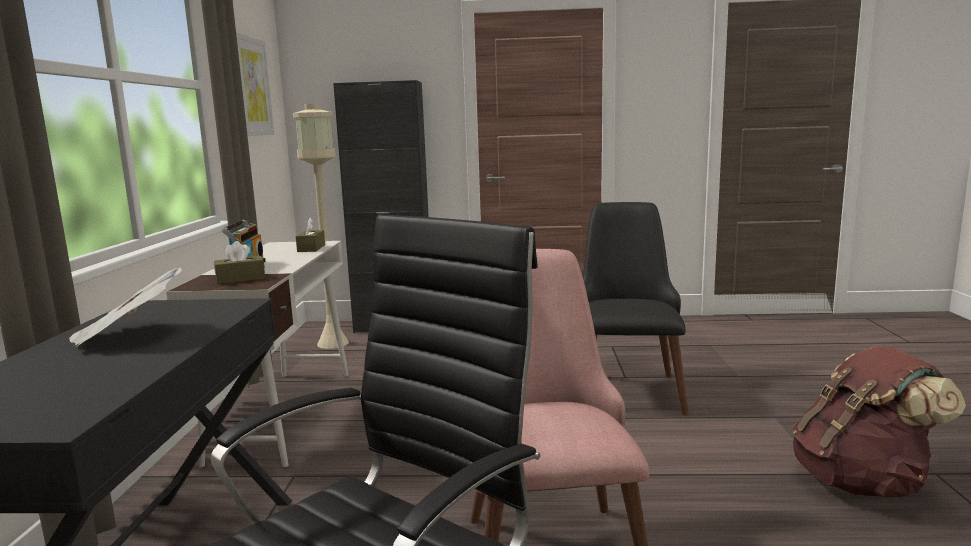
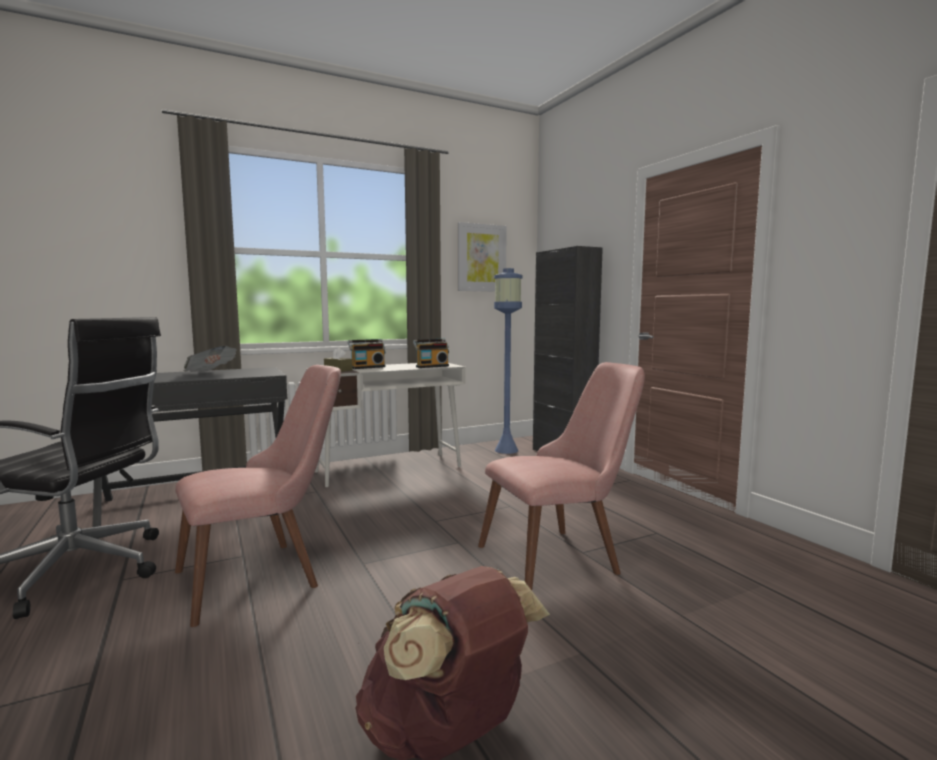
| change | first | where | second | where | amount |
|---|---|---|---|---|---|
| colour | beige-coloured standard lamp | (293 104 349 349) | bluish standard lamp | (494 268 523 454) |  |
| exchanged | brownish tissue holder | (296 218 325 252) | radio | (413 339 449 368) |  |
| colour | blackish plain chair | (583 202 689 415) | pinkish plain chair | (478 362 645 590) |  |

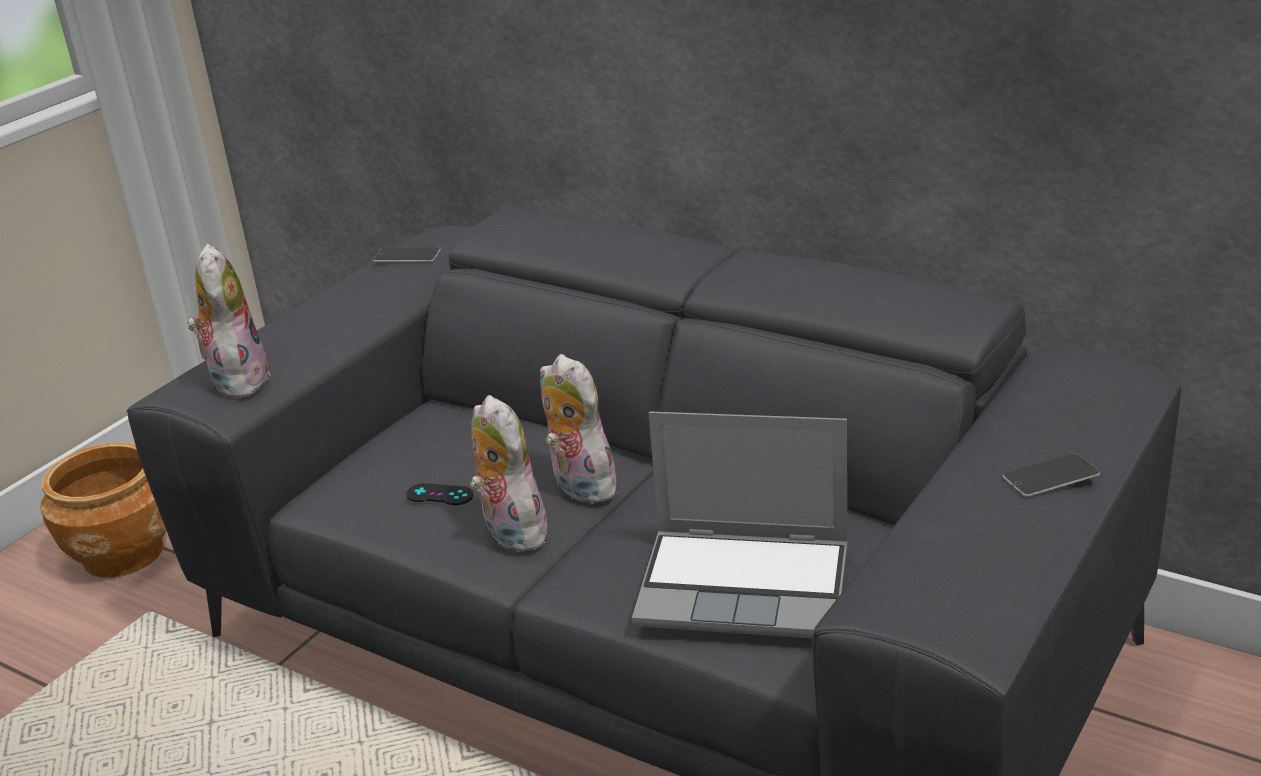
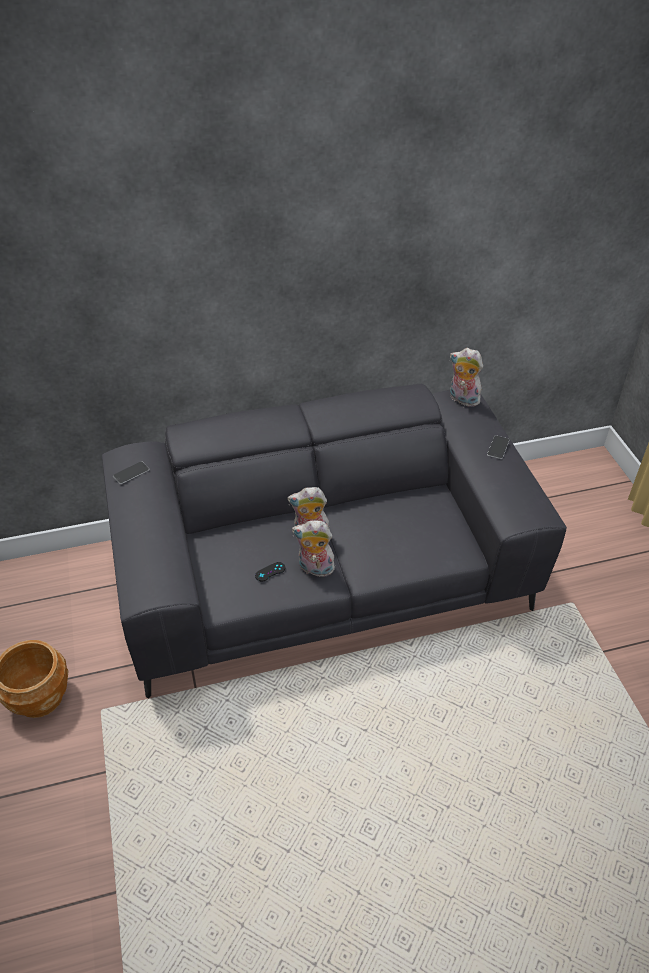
| change | first | where | second | where | amount |
|---|---|---|---|---|---|
| relocated | cuddly toy | (187 244 271 398) |  | (450 348 483 407) |  |
| missing | laptop | (632 411 848 639) |  |  |  |

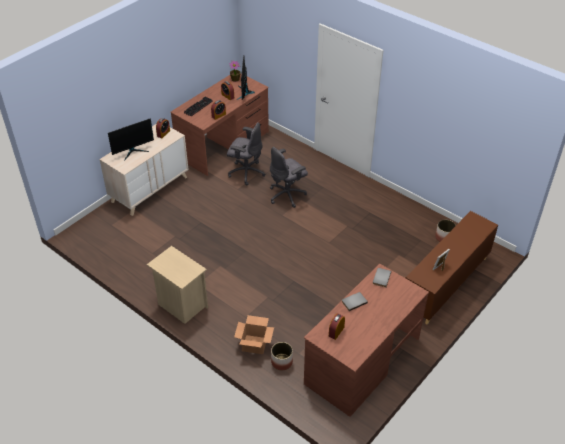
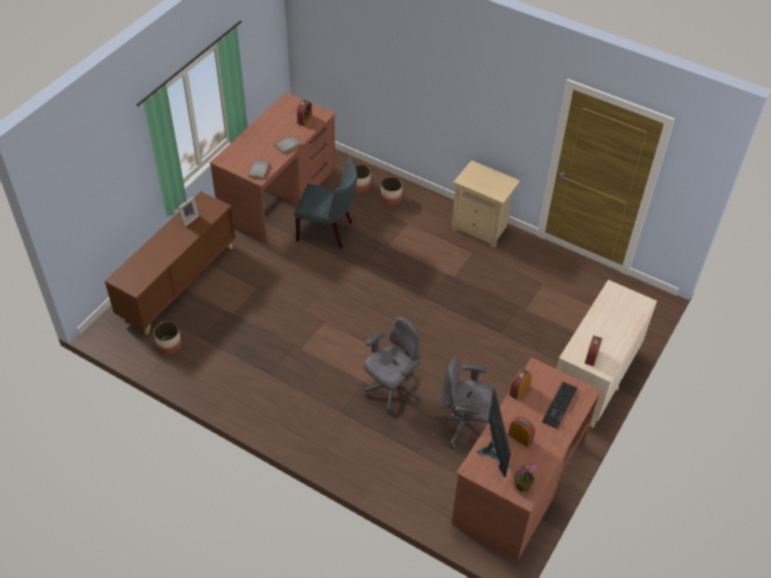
| change | first | where | second | where | amount |
|---|---|---|---|---|---|
| missing | computer screen | (108 118 154 160) |  |  |  |
| exchanged | carton | (234 315 274 354) | flower pot | (380 177 403 205) |  |
| appeared |  |  | grey plain chair | (294 156 357 249) |  |

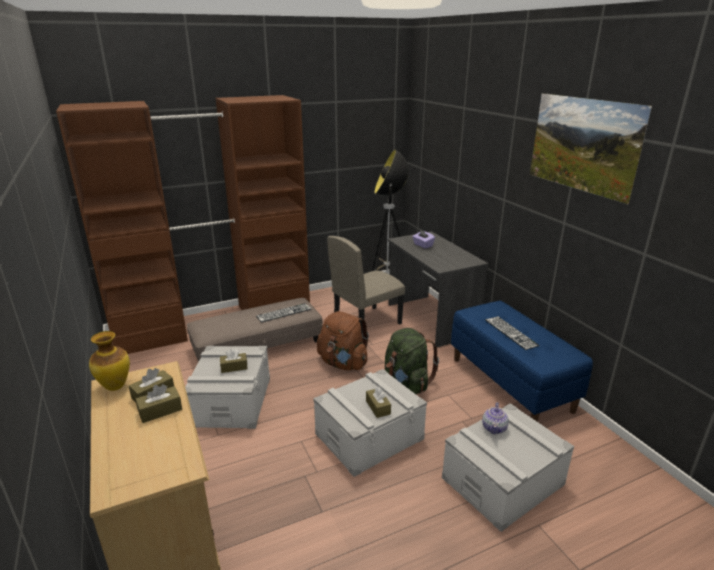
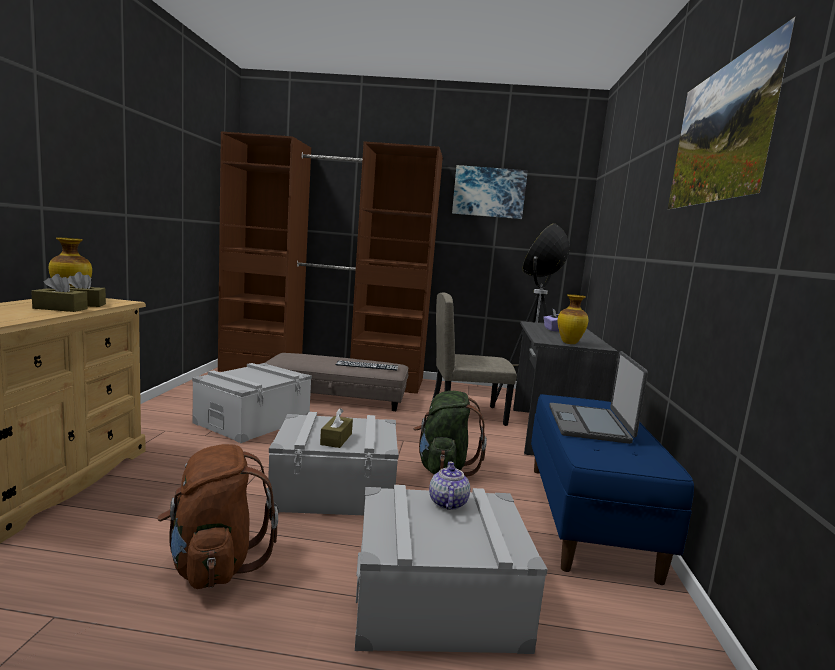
| change | first | where | second | where | amount |
|---|---|---|---|---|---|
| missing | brownish tissue holder | (220 348 248 373) |  |  |  |
| relocated | brownish backpack | (317 311 369 370) |  | (157 444 278 589) |  |
| spun | pot for tea | (482 402 509 434) |  | (429 461 470 510) | 135 degrees clockwise |
| exchanged | PC keyboard | (485 316 540 350) | laptop | (549 351 648 444) |  |
| appeared |  |  | wall picture | (452 165 528 219) |  |
| appeared |  |  | decorative vase | (558 294 588 344) |  |

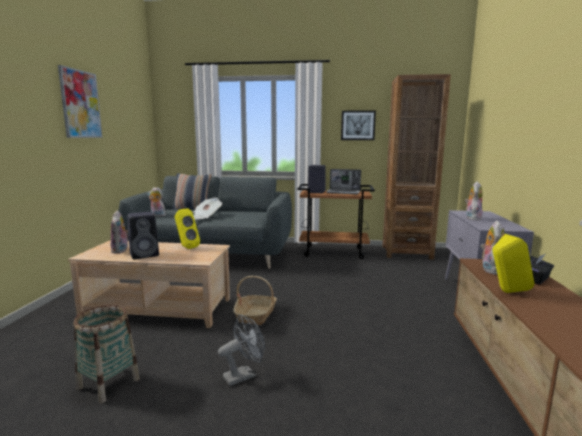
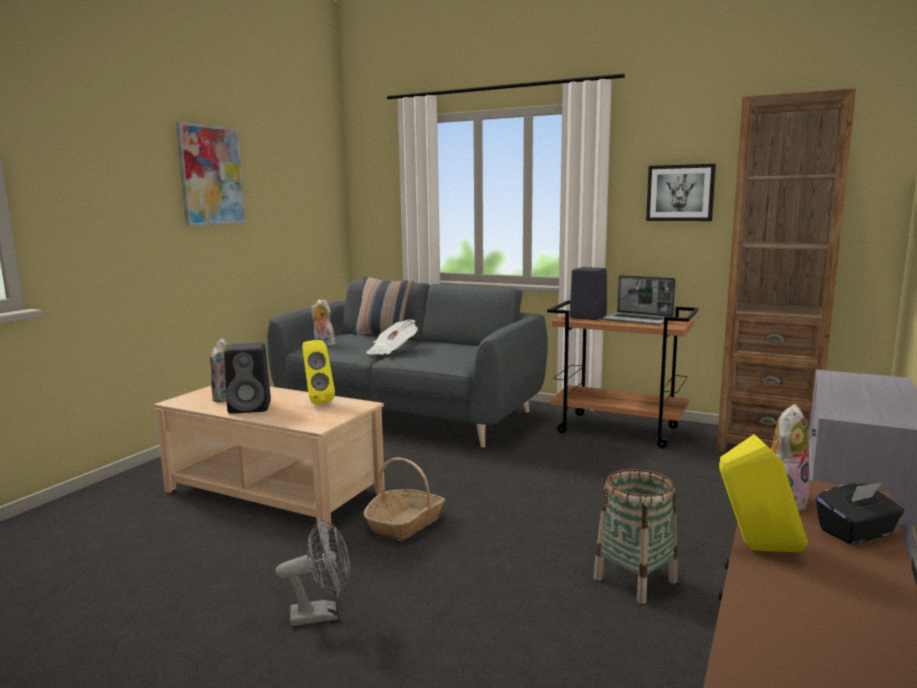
| change | first | where | second | where | amount |
|---|---|---|---|---|---|
| relocated | basket | (73 305 140 403) |  | (594 469 677 604) |  |
| missing | cuddly toy | (465 181 482 220) |  |  |  |

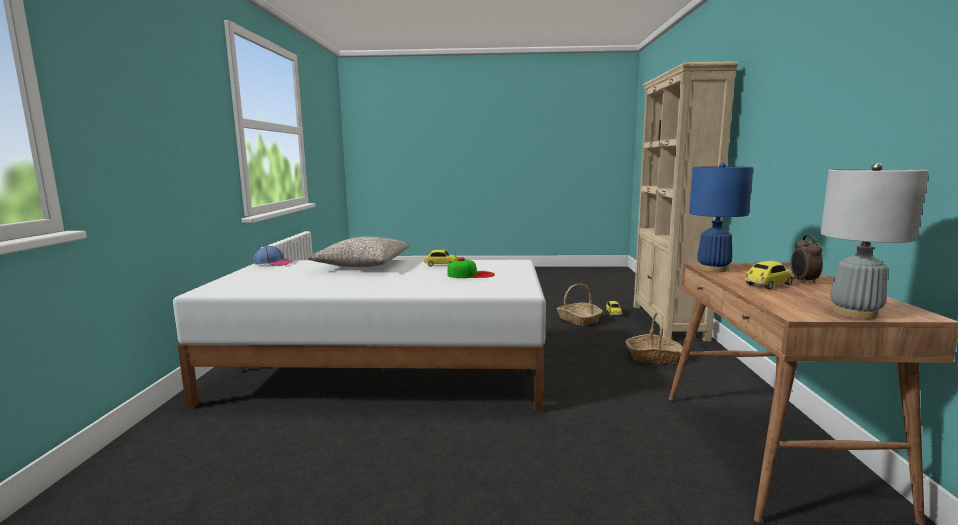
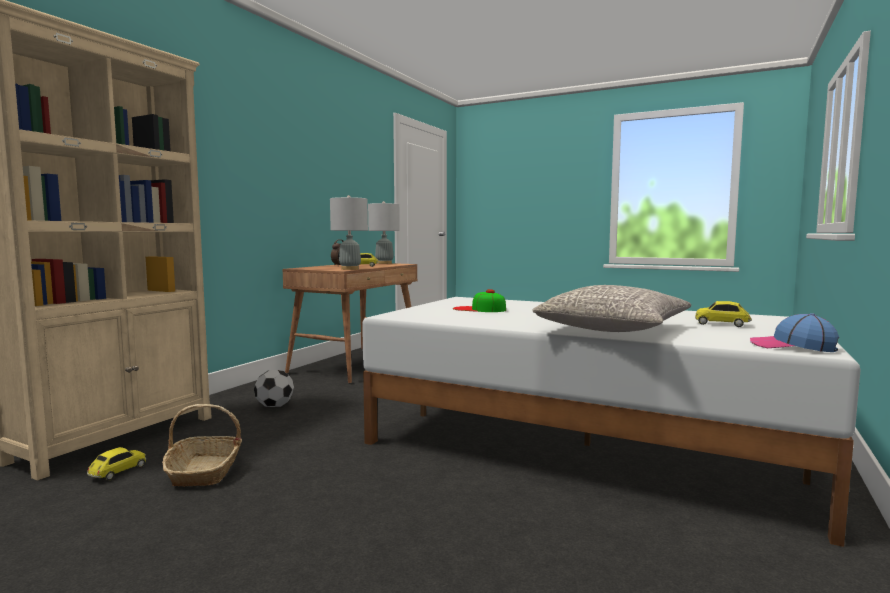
| change | first | where | second | where | amount |
|---|---|---|---|---|---|
| relocated | toy car | (424 250 457 267) |  | (695 301 752 327) |  |
| exchanged | basket | (625 312 683 364) | ball for football | (254 370 294 407) |  |
| colour | bluish table lamp | (689 162 754 272) | grey table lamp | (330 195 368 270) |  |

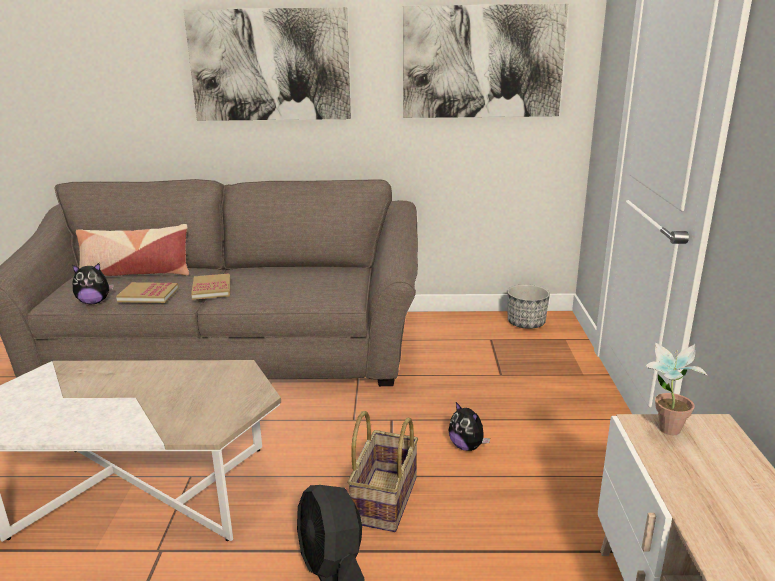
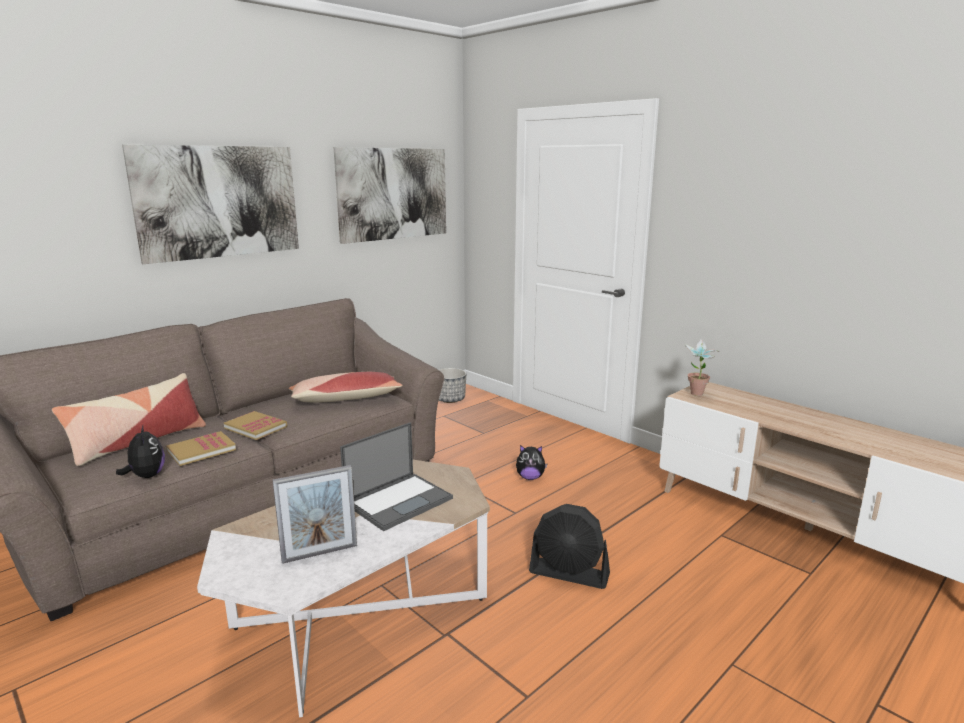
| change | first | where | second | where | amount |
|---|---|---|---|---|---|
| spun | cuddly toy | (72 263 114 304) |  | (116 425 165 478) | 60 degrees counterclockwise |
| missing | basket | (347 411 418 532) |  |  |  |
| appeared |  |  | photo frame | (272 465 357 564) |  |
| appeared |  |  | cushion | (289 372 403 402) |  |
| appeared |  |  | laptop | (340 422 453 531) |  |

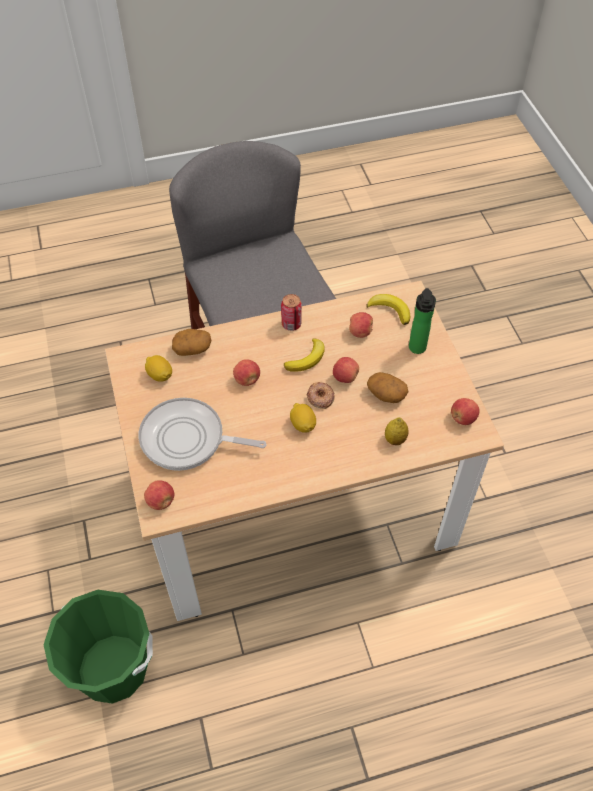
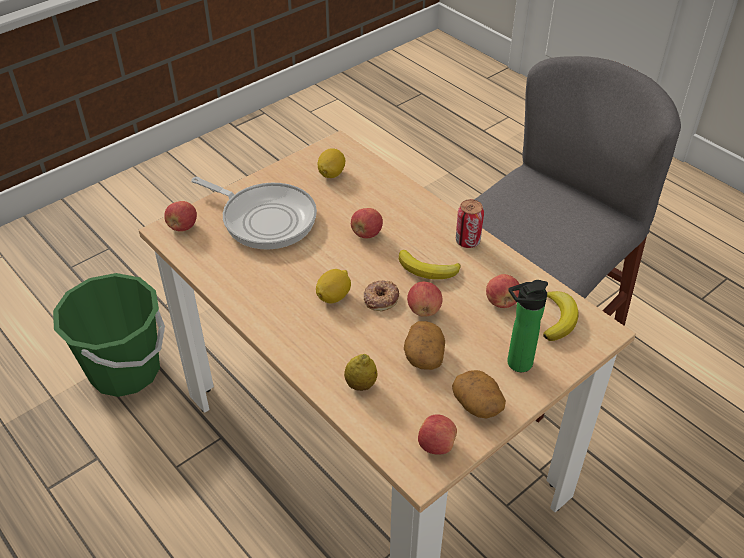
| change | first | where | second | where | amount |
|---|---|---|---|---|---|
| spun | skillet | (139 398 266 471) |  | (191 177 317 250) | 135 degrees clockwise |
| relocated | potato | (172 329 212 356) |  | (452 370 506 419) |  |

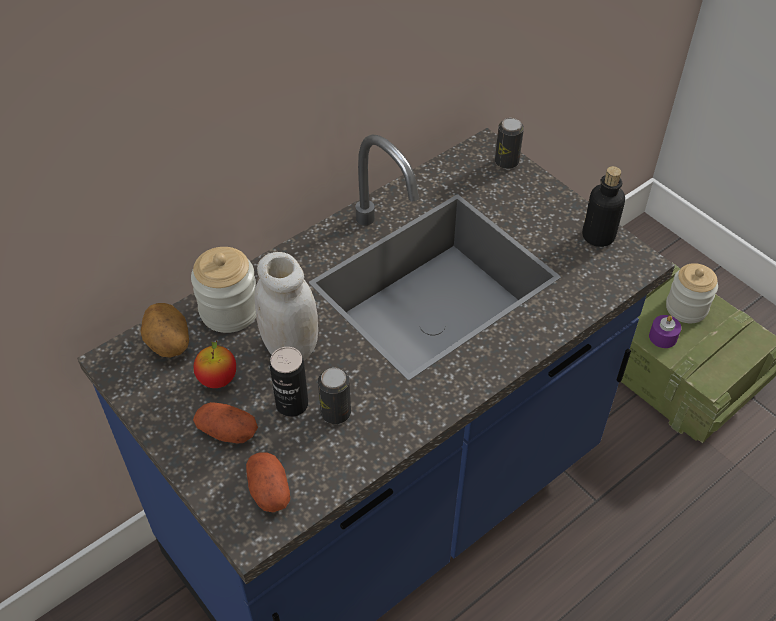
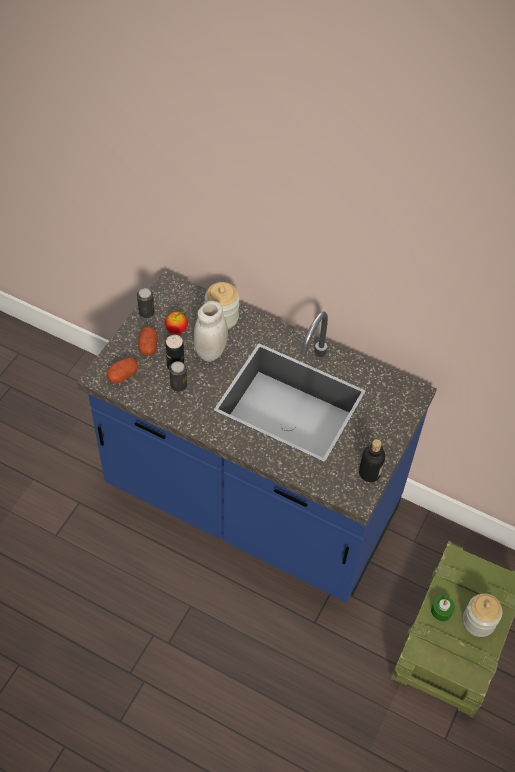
| change | first | where | second | where | amount |
|---|---|---|---|---|---|
| missing | potato | (141 303 189 358) |  |  |  |
| relocated | metal can | (495 118 524 169) |  | (137 288 155 318) |  |
| colour | purple candle | (649 315 681 348) | green candle | (431 596 455 621) |  |

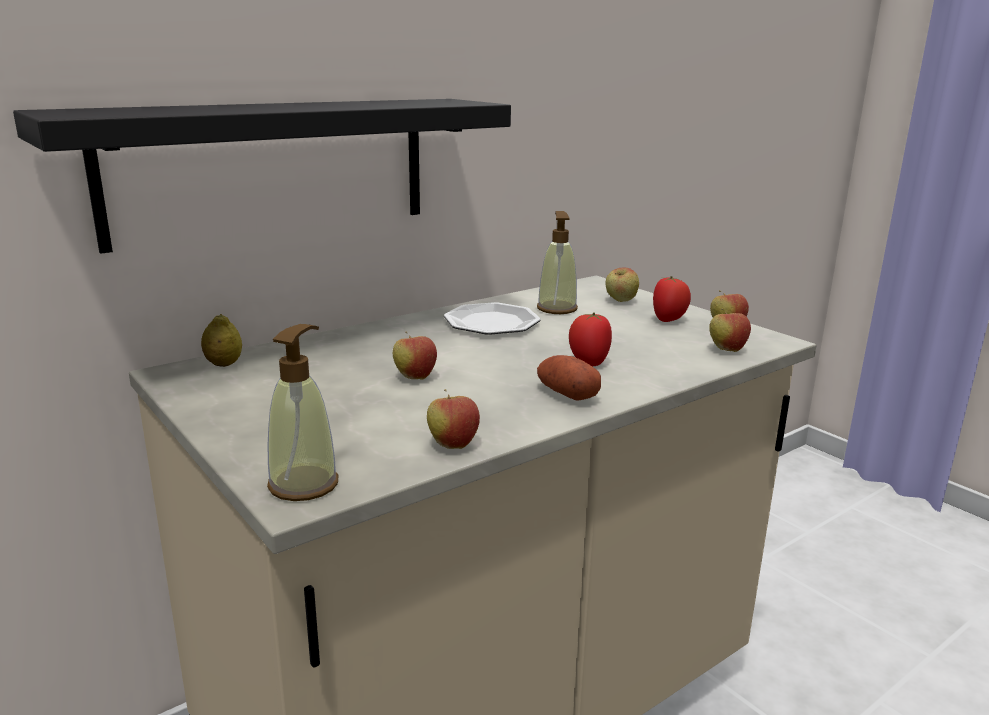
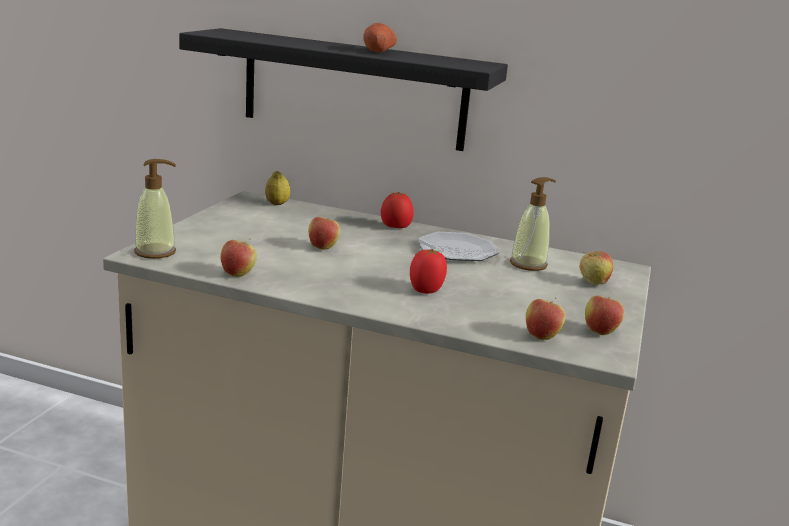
| change | first | where | second | where | amount |
|---|---|---|---|---|---|
| relocated | potato | (537 355 601 401) |  | (363 23 397 53) |  |
| relocated | fresh tomato | (653 276 691 322) |  | (381 192 414 228) |  |

